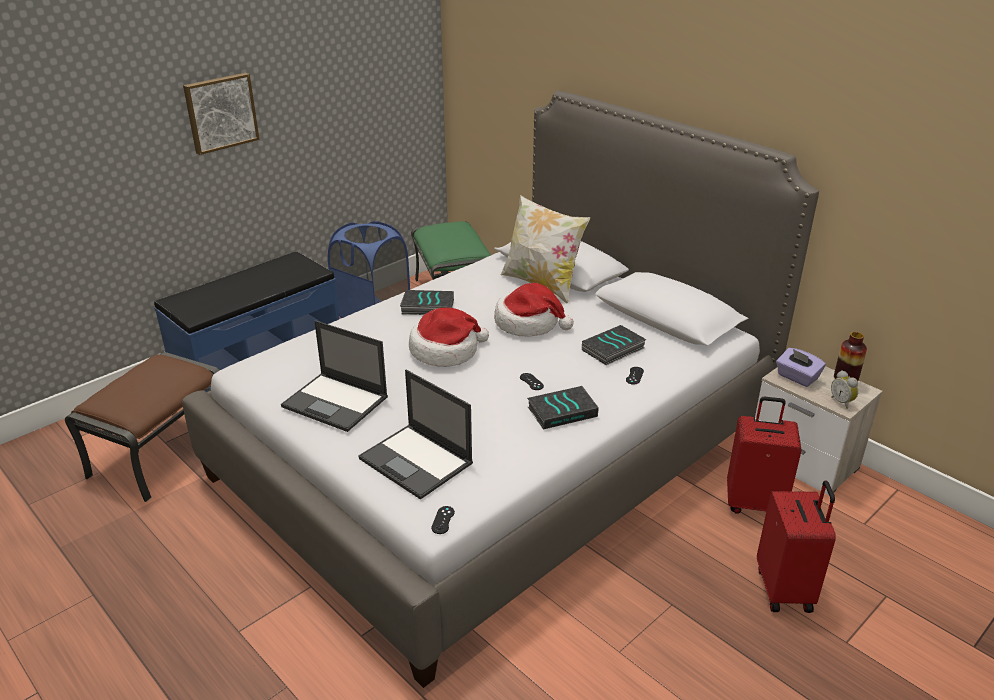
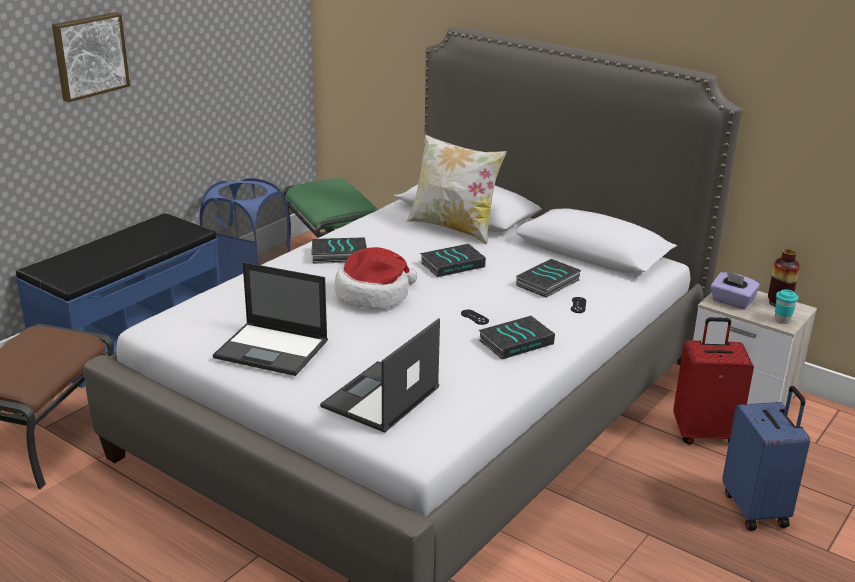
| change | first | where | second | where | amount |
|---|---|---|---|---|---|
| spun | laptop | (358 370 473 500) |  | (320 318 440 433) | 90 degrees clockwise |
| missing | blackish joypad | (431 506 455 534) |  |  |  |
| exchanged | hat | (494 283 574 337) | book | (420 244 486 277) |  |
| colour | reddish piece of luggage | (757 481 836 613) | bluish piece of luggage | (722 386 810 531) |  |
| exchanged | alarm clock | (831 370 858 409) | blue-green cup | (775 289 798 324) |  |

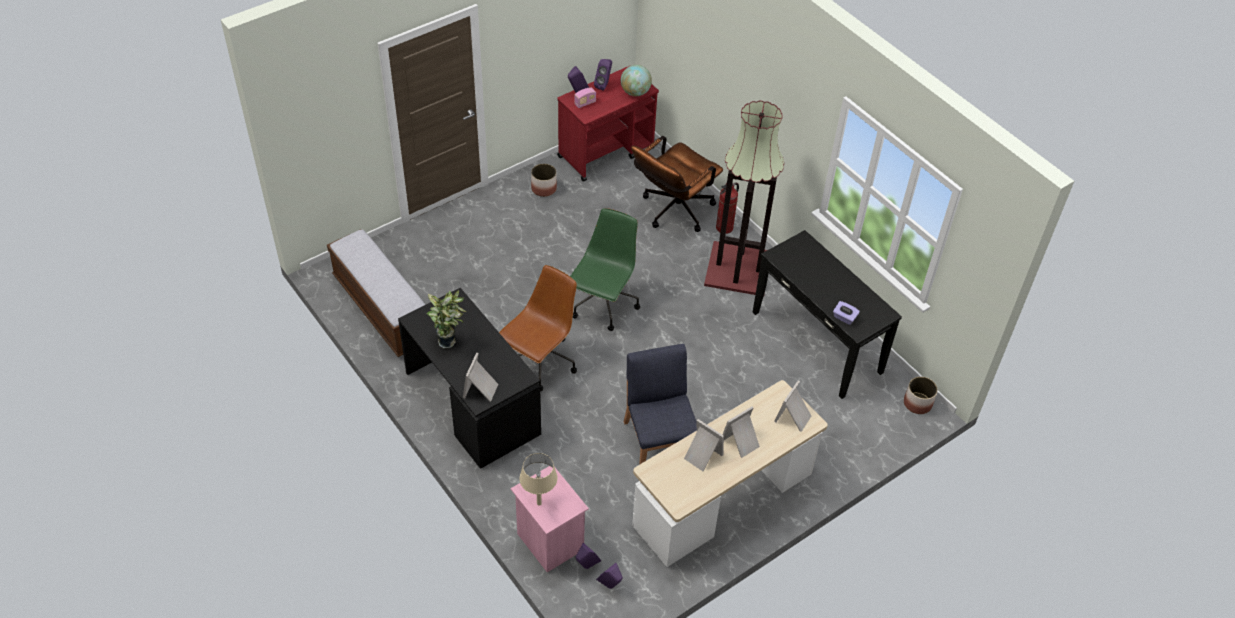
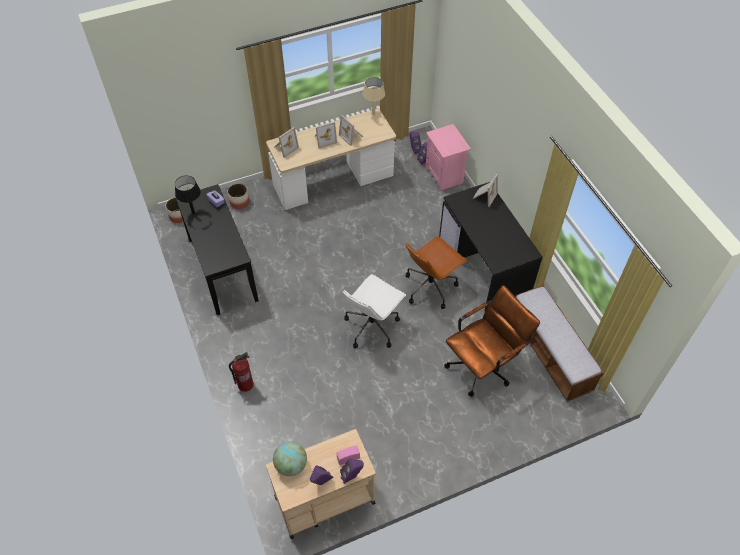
| change | first | where | second | where | amount |
|---|---|---|---|---|---|
| missing | houseplant | (427 290 466 348) |  |  |  |
| relocated | beige-coloured table lamp | (520 453 558 506) |  | (363 77 385 116) |  |
| relocated | flower pot | (531 164 557 197) |  | (227 183 249 209) |  |
| colour | reddish wheeled cart | (557 66 659 182) | beige-coloured wheeled cart | (266 429 376 539) |  |
| colour | green desk chair | (570 208 640 331) | white desk chair | (343 274 406 348) |  |
| missing | bluish plain chair | (624 344 697 465) |  |  |  |
| relocated | brownish desk chair | (631 136 723 232) |  | (444 285 540 397) |  |
| missing | standard lamp | (704 100 784 295) |  |  |  |
| appeared |  |  | blackish table lamp | (175 176 201 215) |  |

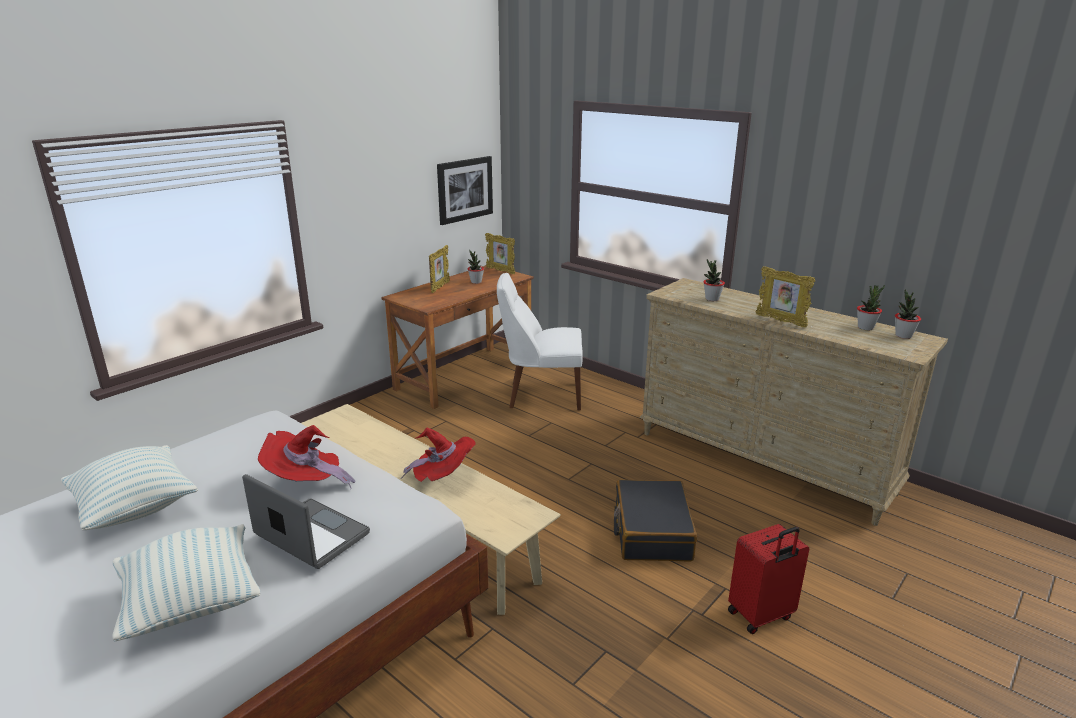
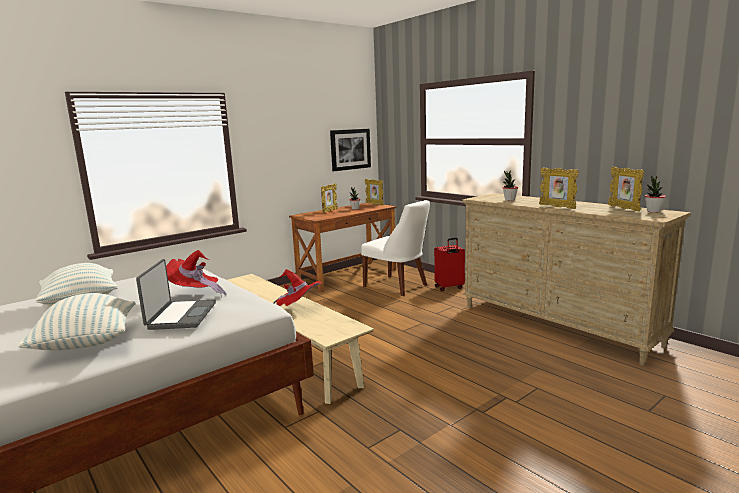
| change | first | where | second | where | amount |
|---|---|---|---|---|---|
| spun | laptop | (242 474 370 569) |  | (136 259 216 330) | 45 degrees clockwise |
| spun | white plain chair | (497 273 583 410) |  | (361 200 430 296) | 150 degrees counterclockwise |
| missing | blackish piece of luggage | (614 480 697 561) |  |  |  |
| relocated | reddish piece of luggage | (728 524 809 634) |  | (434 238 465 291) |  |
| exchanged | houseplant | (857 285 885 330) | photo frame | (608 167 644 212) |  |

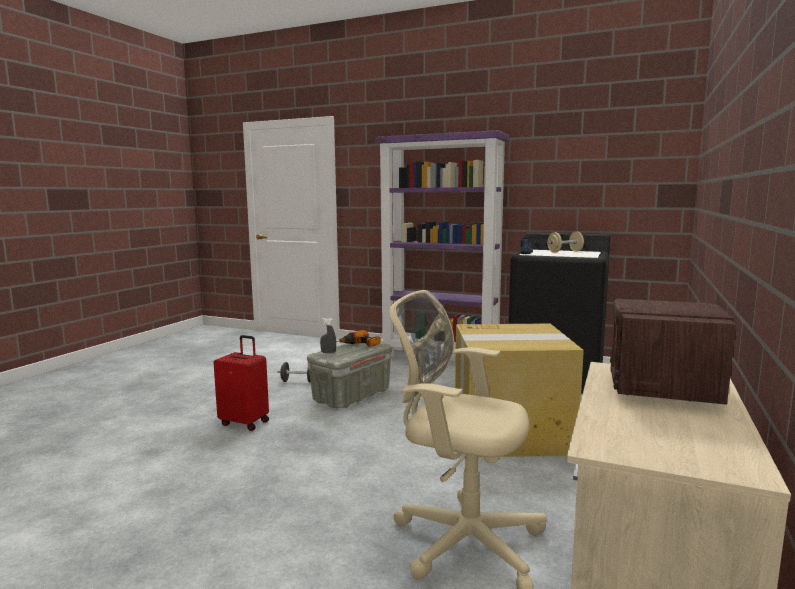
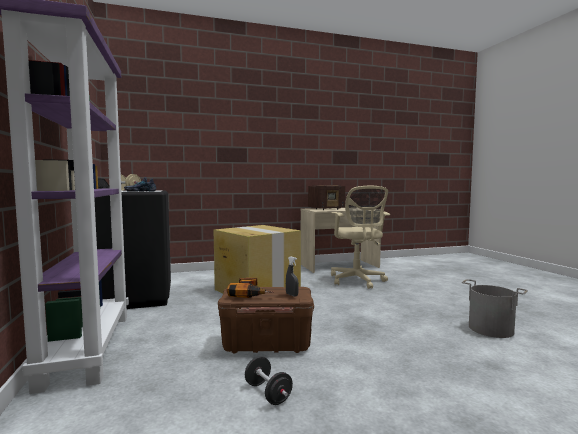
| change | first | where | second | where | amount |
|---|---|---|---|---|---|
| missing | reddish piece of luggage | (214 335 269 431) |  |  |  |
| colour | grey storage container | (307 343 393 408) | brownish storage container | (218 287 314 353) |  |
| appeared |  |  | grey pail | (462 279 528 338) |  |

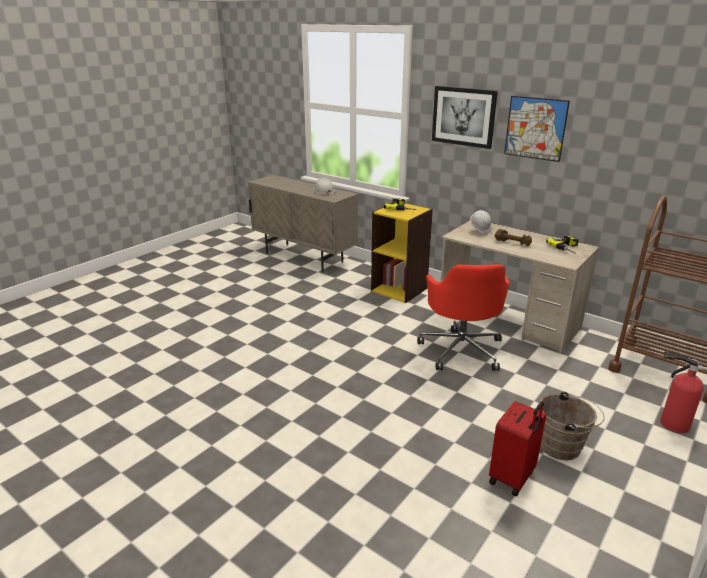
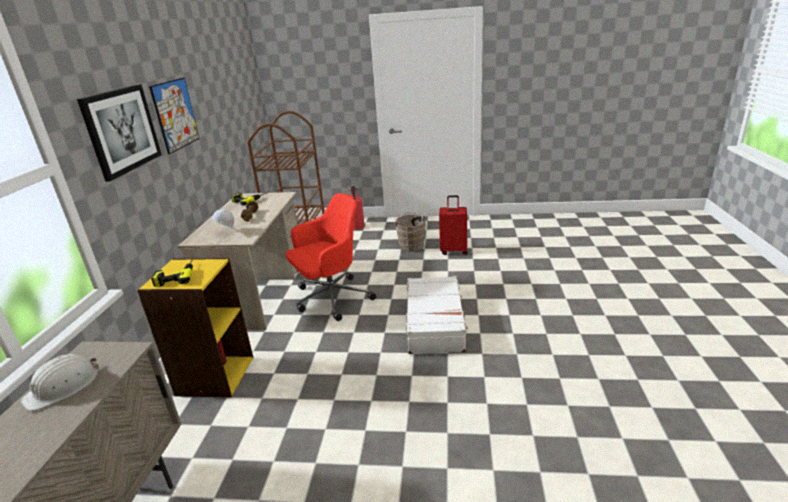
| change | first | where | second | where | amount |
|---|---|---|---|---|---|
| appeared |  |  | white piece of luggage | (406 276 470 354) |  |

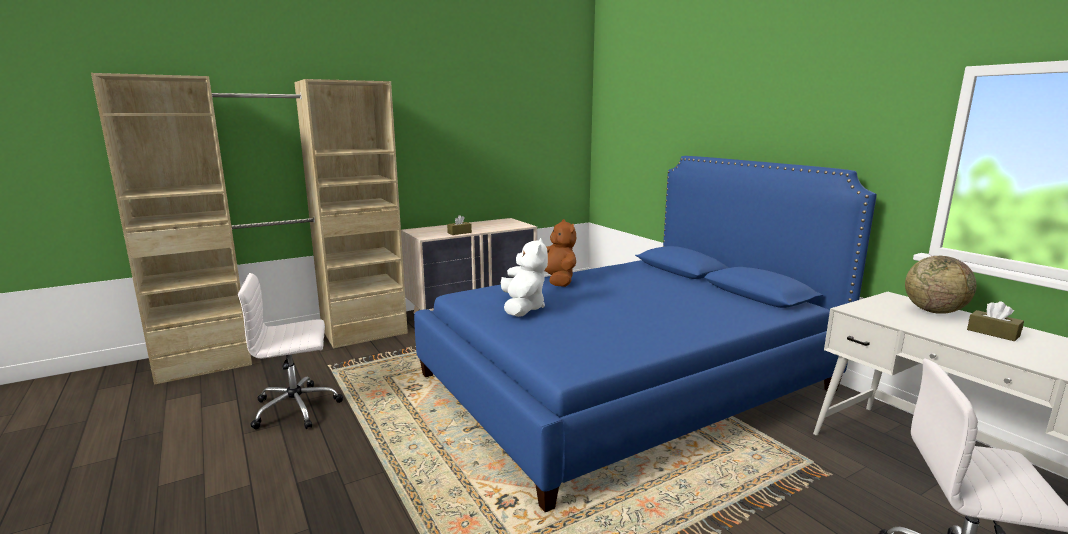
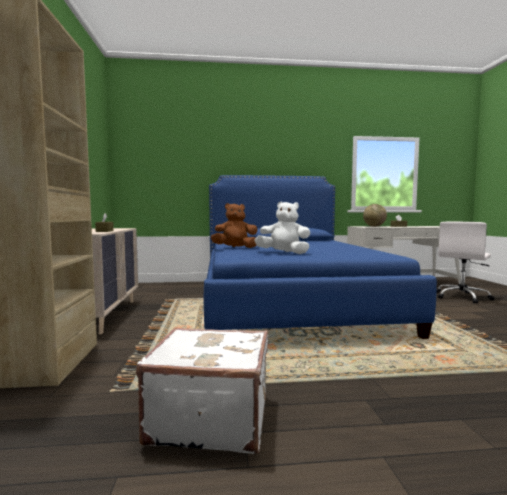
| change | first | where | second | where | amount |
|---|---|---|---|---|---|
| exchanged | white desk chair | (238 273 343 429) | white piece of luggage | (136 328 268 454) |  |

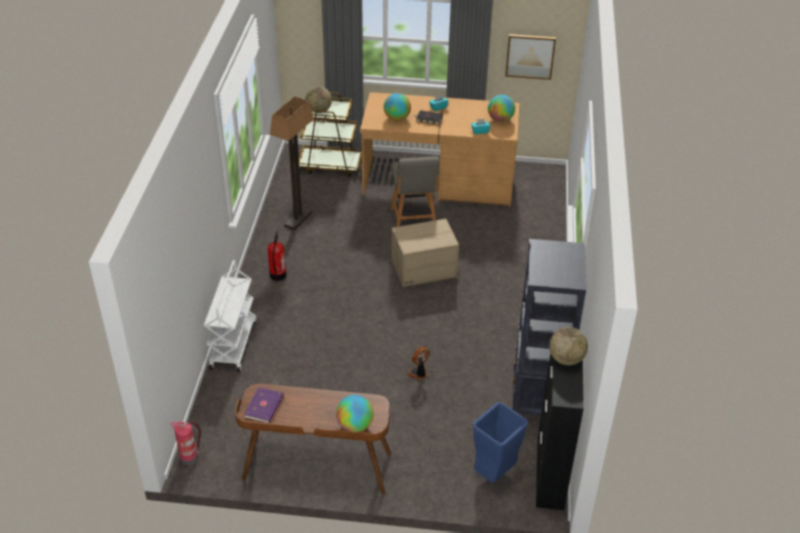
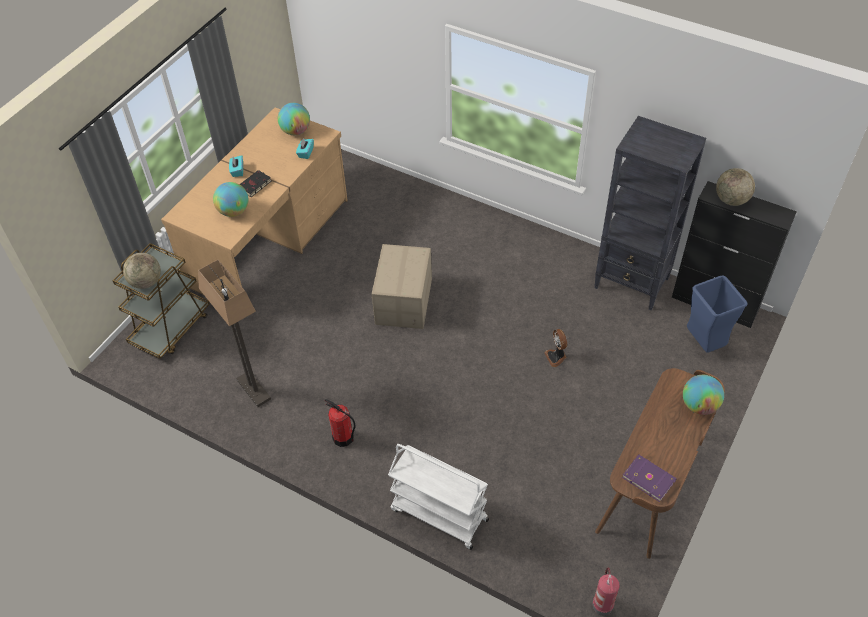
| change | first | where | second | where | amount |
|---|---|---|---|---|---|
| missing | grey plain chair | (391 156 440 227) |  |  |  |
| missing | wall picture | (505 34 556 80) |  |  |  |

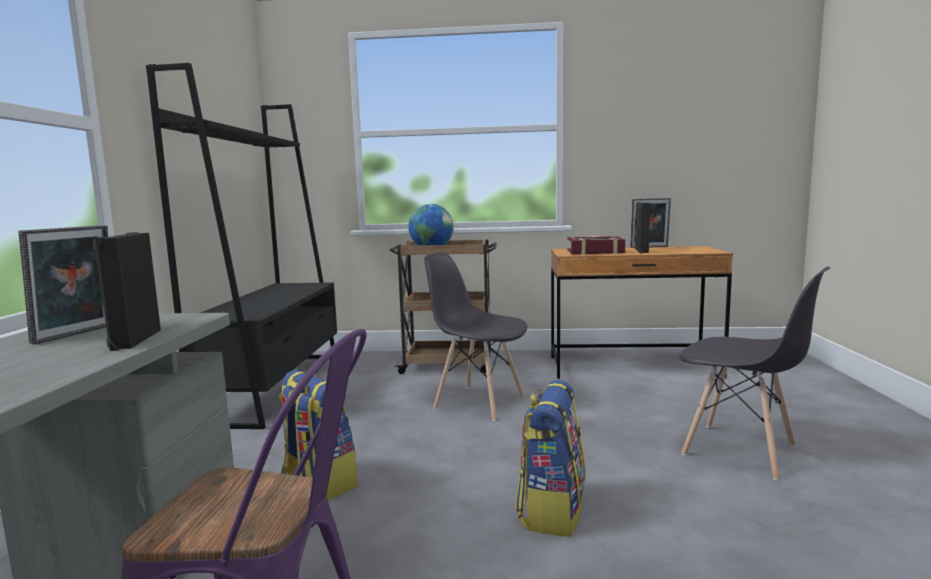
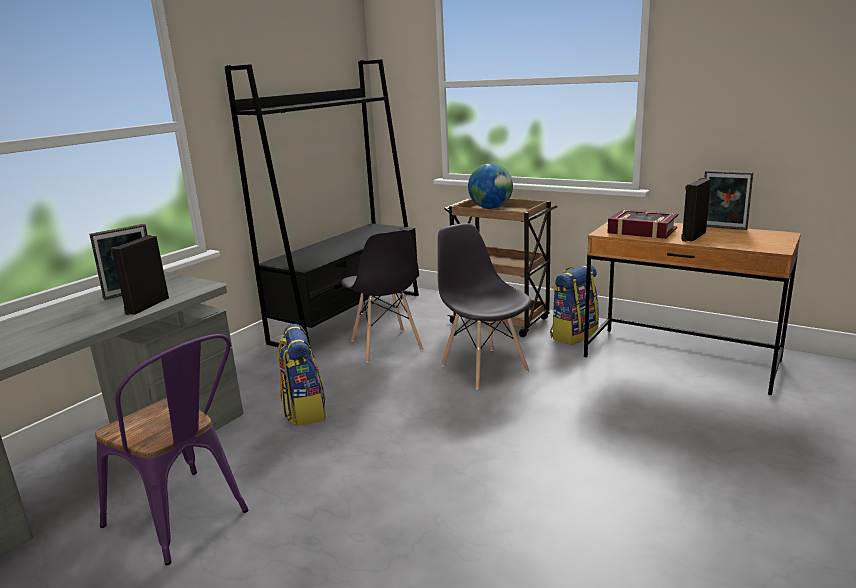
| change | first | where | second | where | amount |
|---|---|---|---|---|---|
| relocated | backpack | (516 380 586 537) |  | (550 264 599 345) |  |
| relocated | grey plain chair | (679 267 830 480) |  | (341 230 423 363) |  |

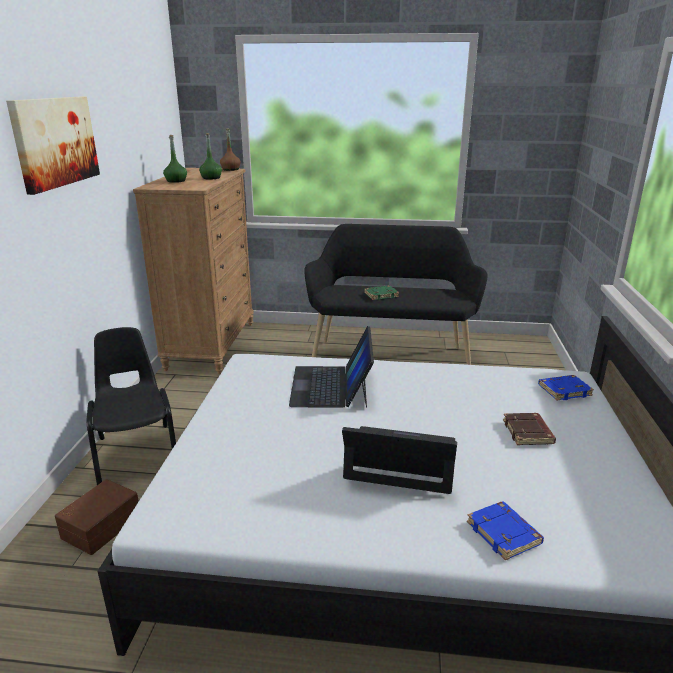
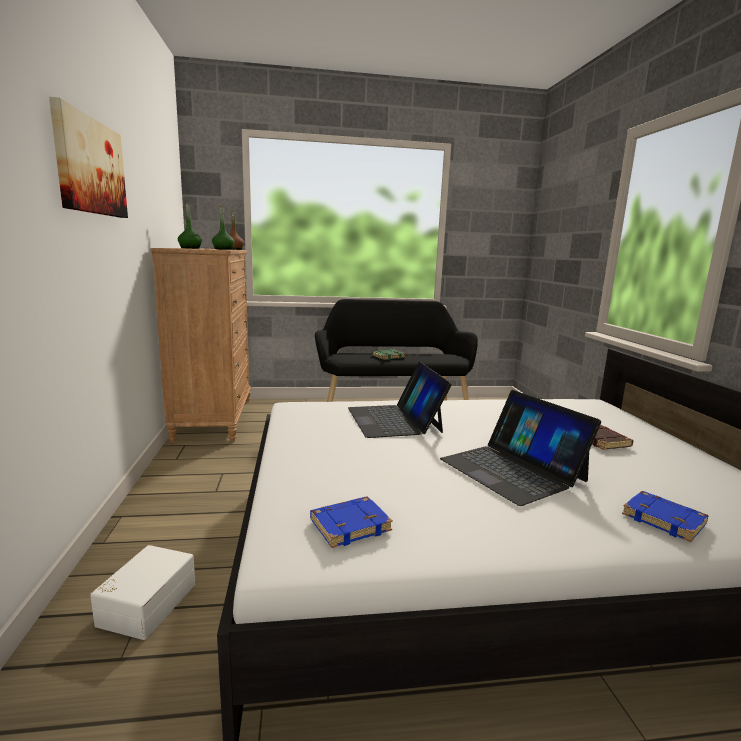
| change | first | where | second | where | amount |
|---|---|---|---|---|---|
| colour | brownish storage container | (55 479 139 555) | white storage container | (90 545 195 640) |  |
| missing | blackish plain chair | (87 327 176 485) |  |  |  |
| spun | laptop | (342 426 457 494) |  | (440 390 601 506) | 120 degrees counterclockwise |
| relocated | bluish book | (538 375 594 401) |  | (310 496 393 548) |  |

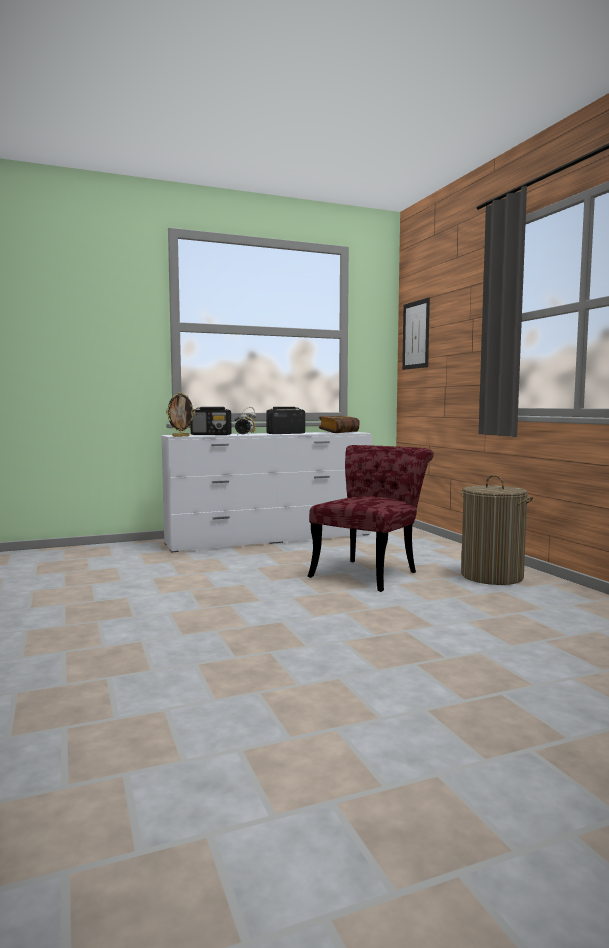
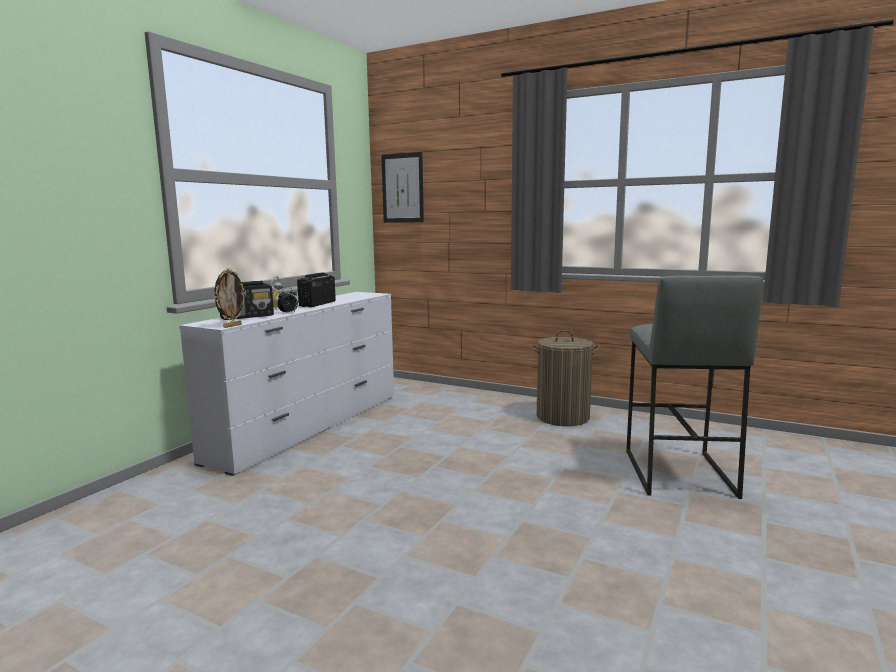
| change | first | where | second | where | amount |
|---|---|---|---|---|---|
| missing | reddish plain chair | (307 445 434 592) |  |  |  |
| missing | book | (319 416 360 433) |  |  |  |
| appeared |  |  | grey stool | (626 276 763 499) |  |

